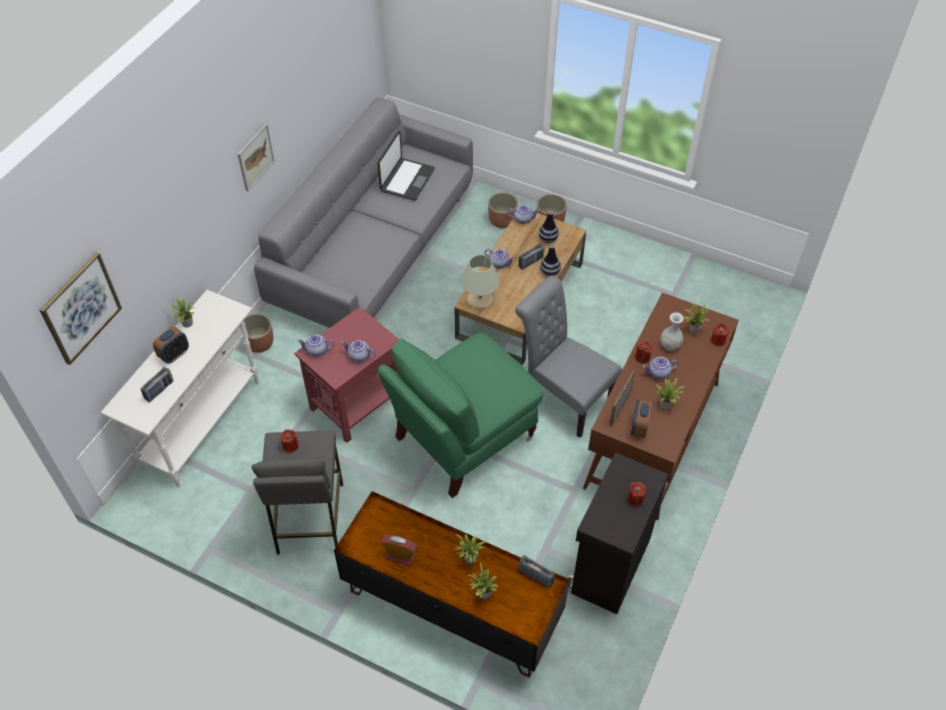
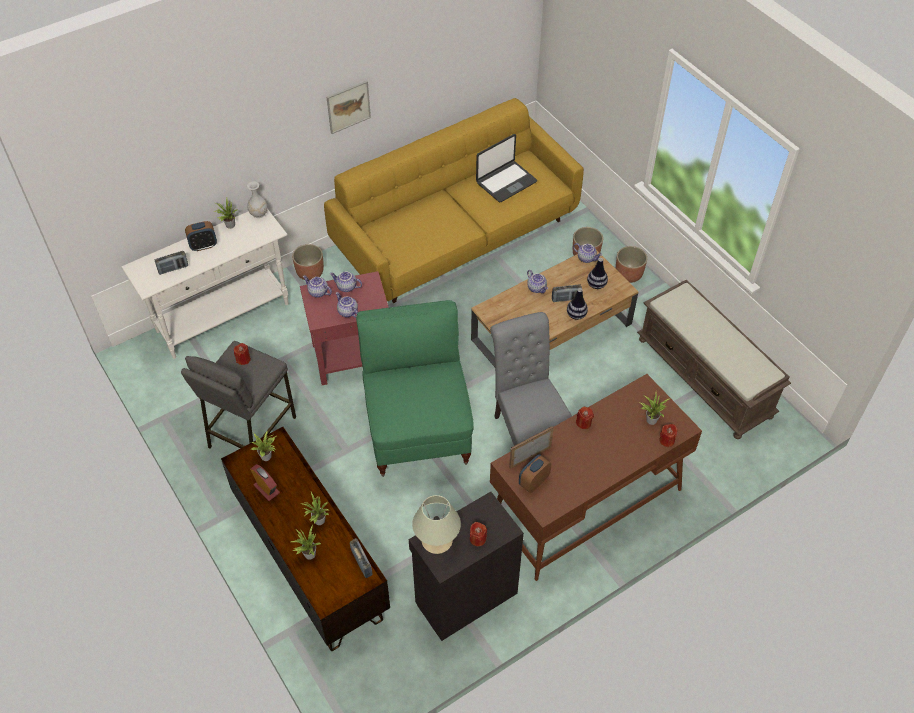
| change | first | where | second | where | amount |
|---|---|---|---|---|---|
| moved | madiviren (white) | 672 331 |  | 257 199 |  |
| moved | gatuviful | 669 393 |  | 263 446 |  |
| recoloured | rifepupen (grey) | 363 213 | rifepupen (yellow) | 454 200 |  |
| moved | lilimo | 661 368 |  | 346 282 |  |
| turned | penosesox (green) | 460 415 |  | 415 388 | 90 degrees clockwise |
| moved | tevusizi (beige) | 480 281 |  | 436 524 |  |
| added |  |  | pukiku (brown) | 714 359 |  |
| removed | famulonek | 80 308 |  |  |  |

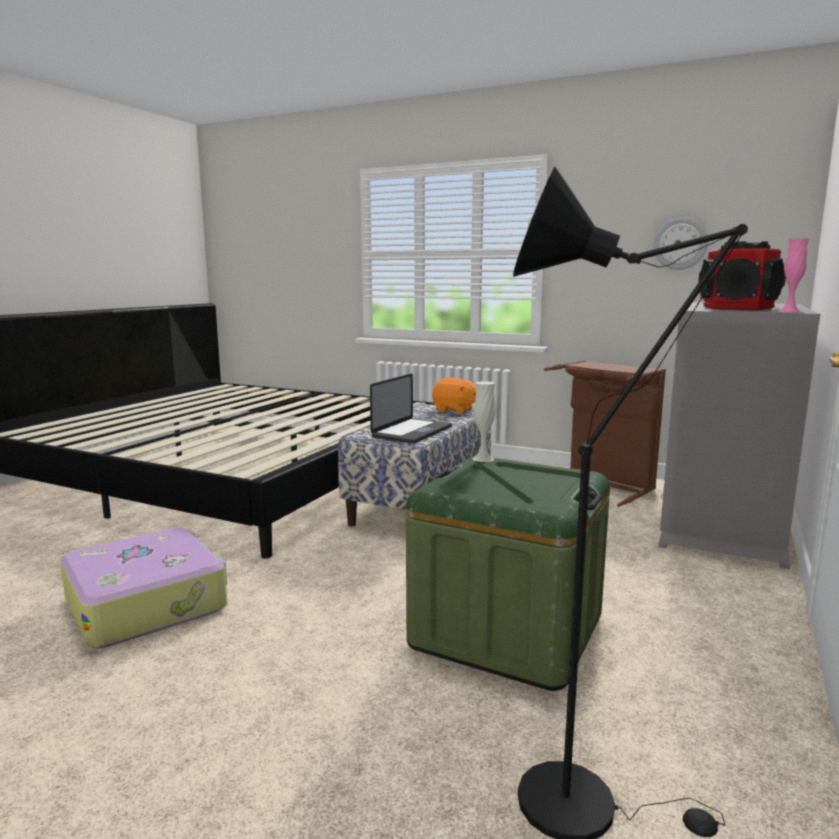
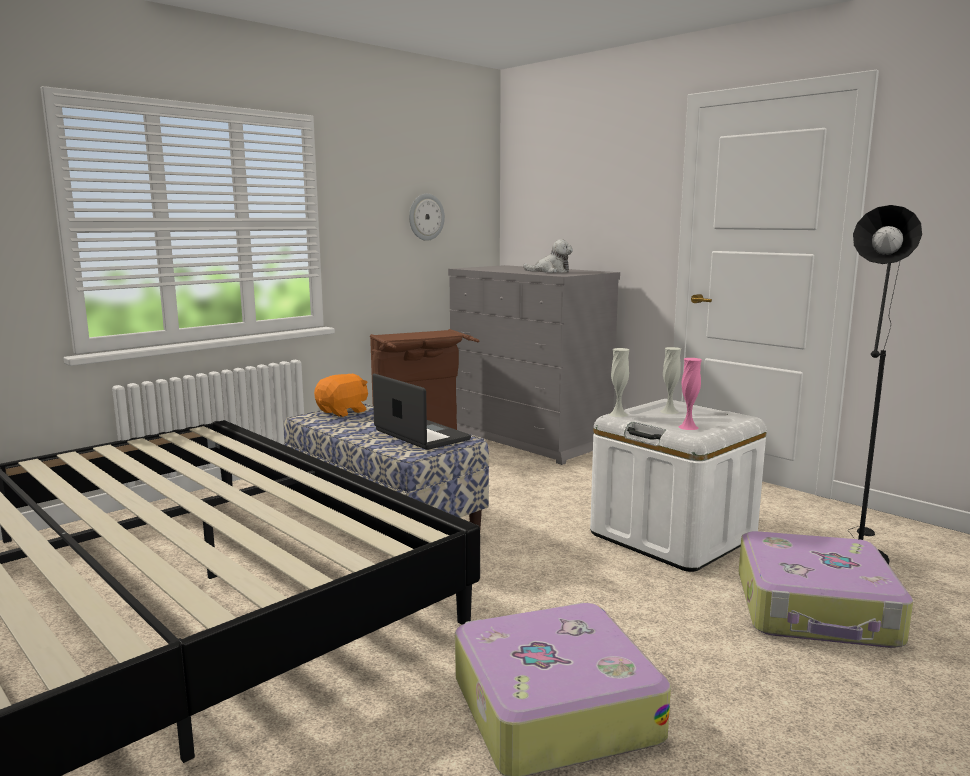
| change | first | where | second | where | amount |
|---|---|---|---|---|---|
| replaced | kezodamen | 742 275 | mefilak | 548 256 |  |
| recoloured | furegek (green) | 508 573 | furegek (white) | 678 485 |  |
| added |  |  | madiviren (white) | 670 380 |  |
| moved | madiviren (pink) | 793 275 |  | 690 394 |  |
| added |  |  | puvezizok | 826 589 |  |

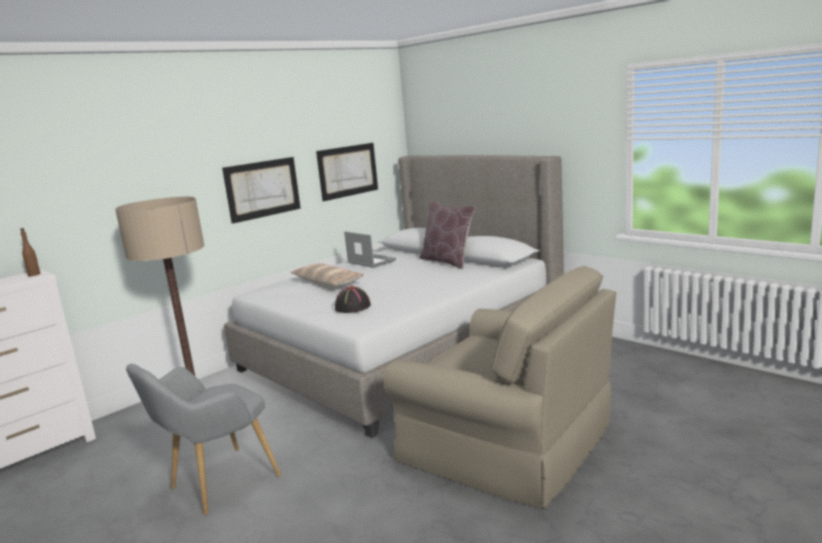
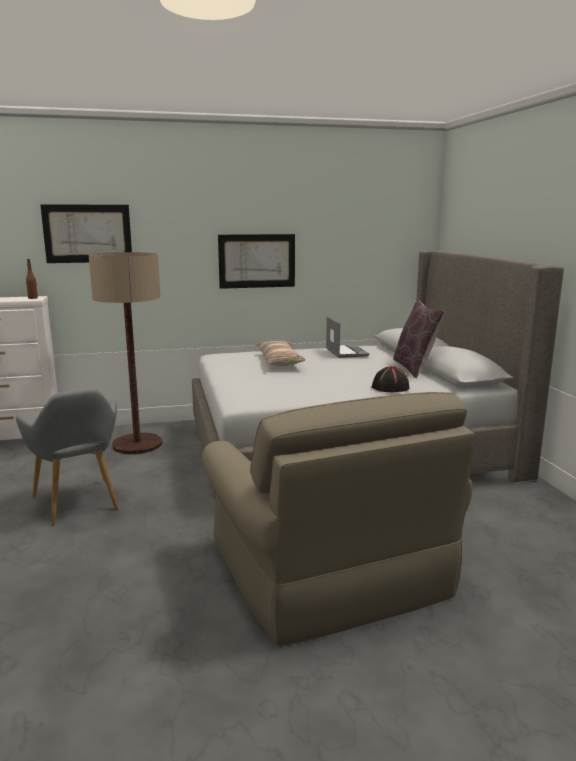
| change | first | where | second | where | amount |
|---|---|---|---|---|---|
| turned | penosesox (grey) | 203 439 |  | 67 456 | 105 degrees counterclockwise |
| moved | famulonek | 347 172 |  | 86 233 |  |
| moved | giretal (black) | 353 299 |  | 390 379 |  |

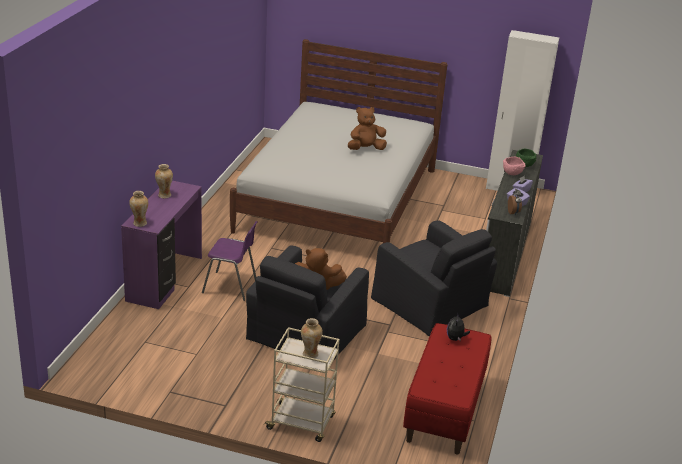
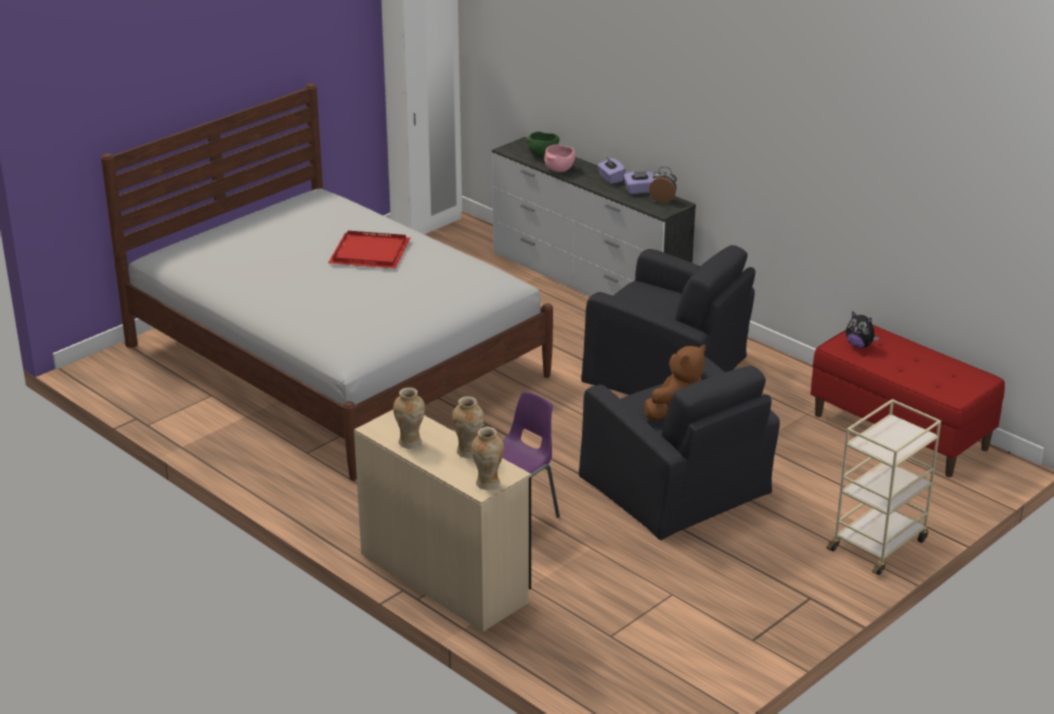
| change | first | where | second | where | amount |
|---|---|---|---|---|---|
| replaced | mefilak (brown) | 367 128 | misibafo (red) | 369 250 |  |
| recoloured | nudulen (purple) | 161 245 | nudulen (beige) | 442 521 |  |
| moved | madiviren | 312 338 |  | 468 427 |  |
| turned | penosesox (black) | 434 278 |  | 668 320 | 45 degrees clockwise |

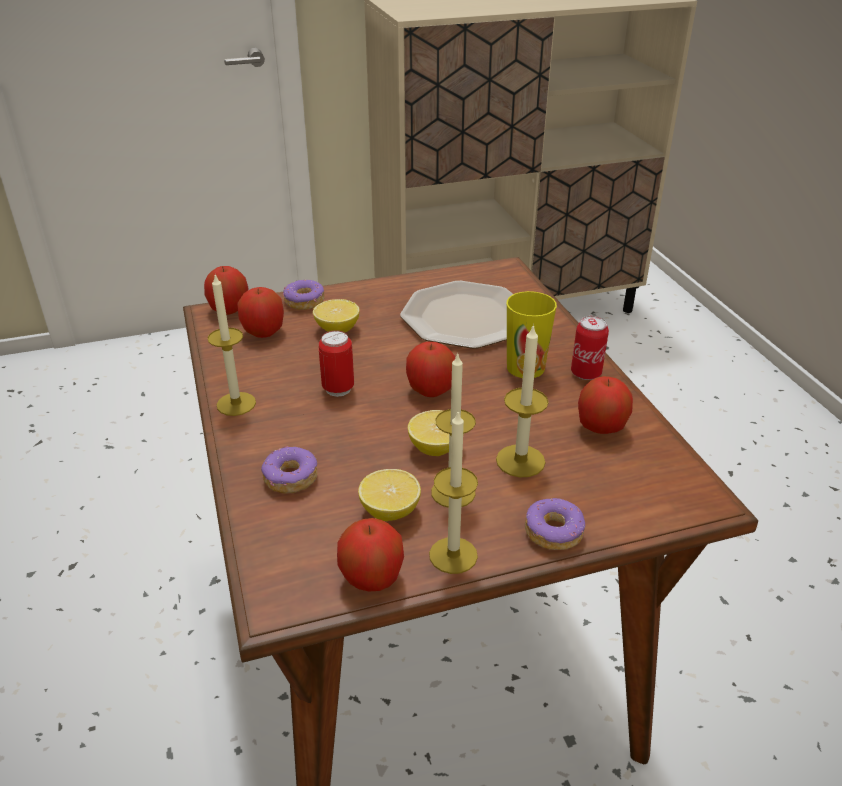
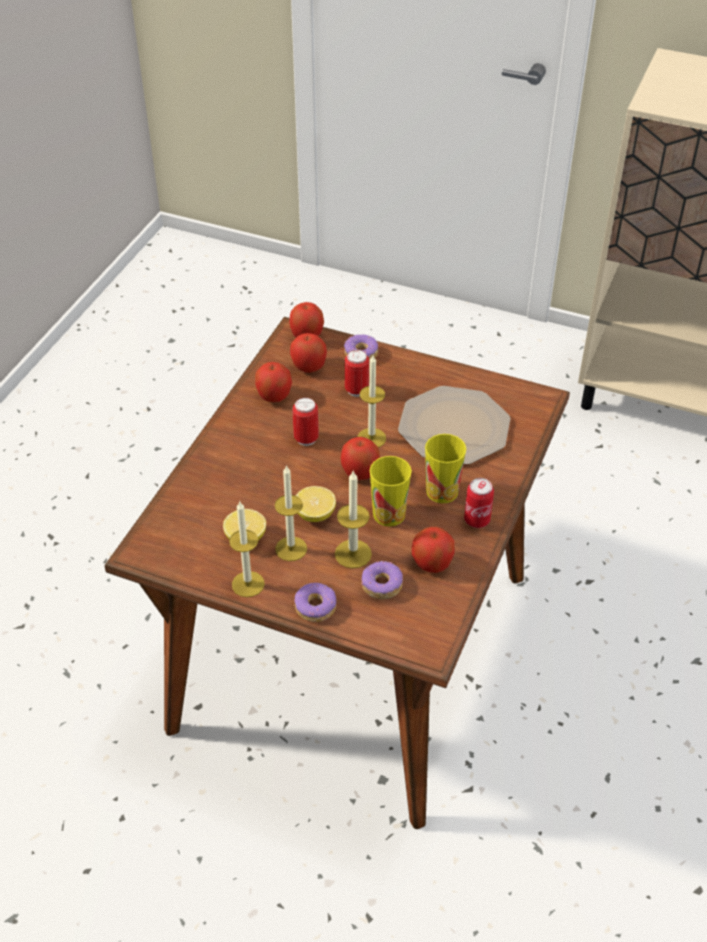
| change | first | where | second | where | amount |
|---|---|---|---|---|---|
| moved | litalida | 370 554 |  | 273 382 |  |
| replaced | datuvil | 336 315 | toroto | 357 373 |  |
| moved | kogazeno | 232 345 |  | 371 401 |  |
| moved | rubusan | 289 470 |  | 382 579 |  |
| added |  |  | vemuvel | 390 491 |  |

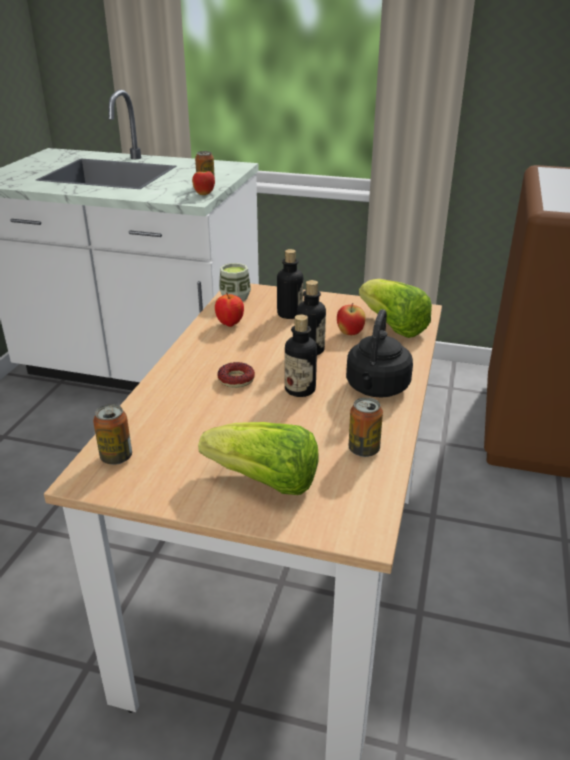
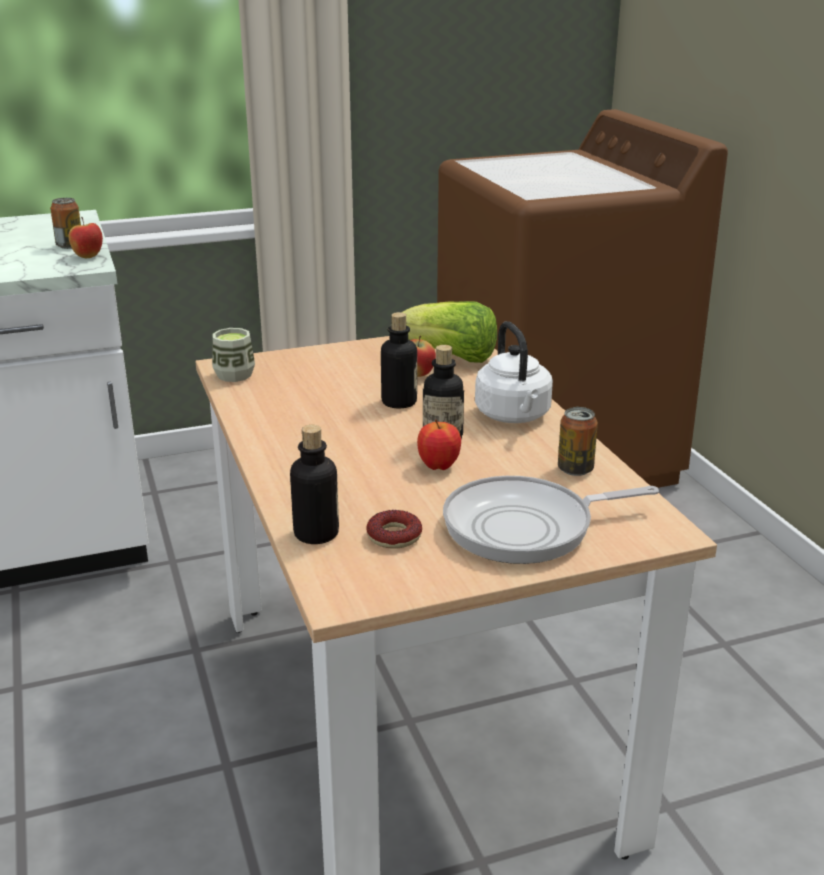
| change | first | where | second | where | amount |
|---|---|---|---|---|---|
| moved | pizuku | 290 284 |  | 314 484 |  |
| moved | rubusan | 236 375 |  | 394 529 |  |
| moved | litalida | 229 309 |  | 439 445 |  |
| replaced | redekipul | 258 458 | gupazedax | 551 520 |  |
| recoloured | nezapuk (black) | 379 353 | nezapuk (white) | 514 372 |  |
| removed | toroto | 112 434 |  |  |  |

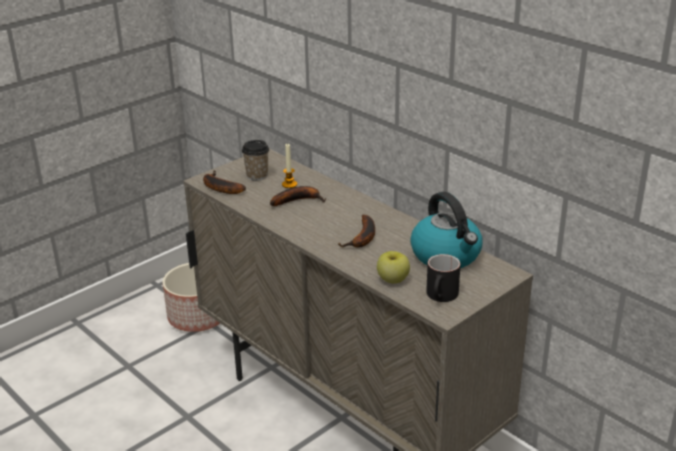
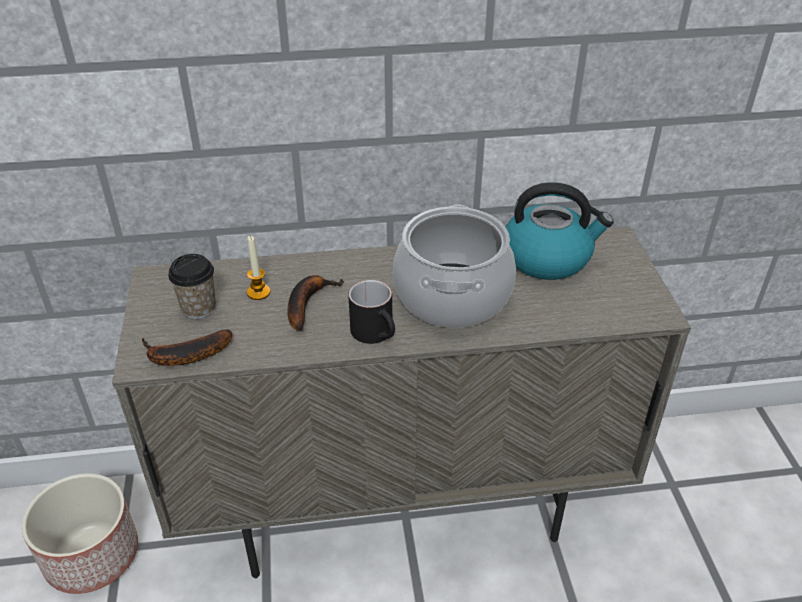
| change | first | where | second | where | amount |
|---|---|---|---|---|---|
| moved | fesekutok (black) | 443 278 |  | 371 312 |  |
| replaced | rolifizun | 356 231 | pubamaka | 454 266 |  |
| removed | litalida | 393 267 |  |  |  |

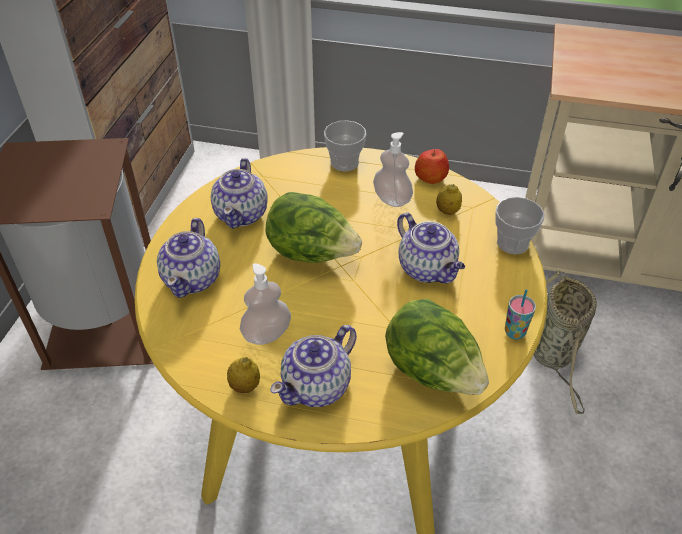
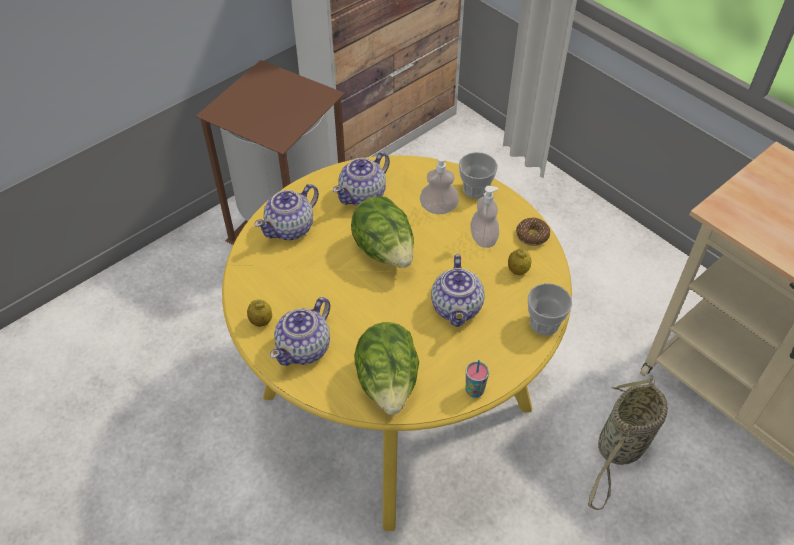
| change | first | where | second | where | amount |
|---|---|---|---|---|---|
| turned | lilimo | 313 366 |  | 300 331 | 45 degrees counterclockwise |
| moved | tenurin | 265 304 |  | 439 183 |  |
| replaced | litalida | 432 166 | rubusan | 533 232 |  |

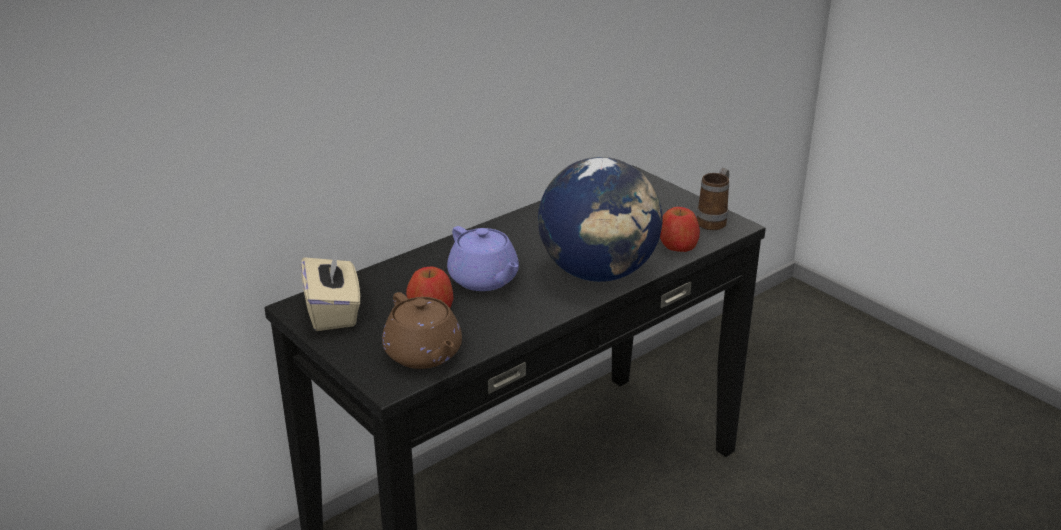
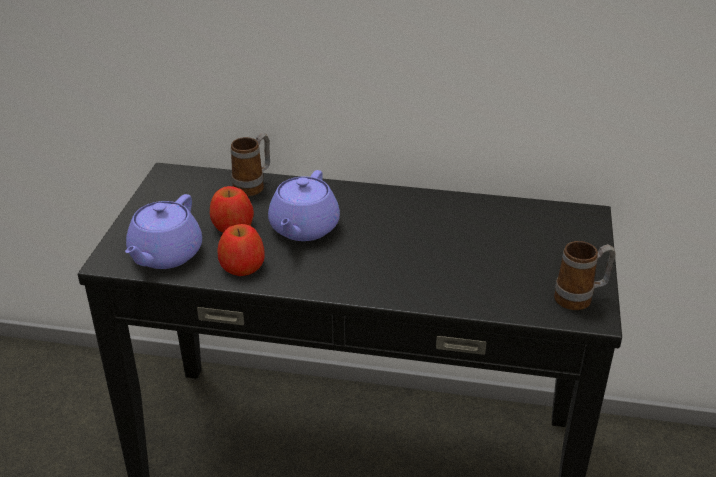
| change | first | where | second | where | amount |
|---|---|---|---|---|---|
| recoloured | lilimo (brown) | 422 330 | lilimo (purple) | 163 231 |  |
| moved | litalida | 680 229 |  | 241 250 |  |
| added |  |  | fesekutok | 250 164 |  |
| removed | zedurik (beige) | 330 291 |  |  |  |
| removed | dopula | 600 219 |  |  |  |

